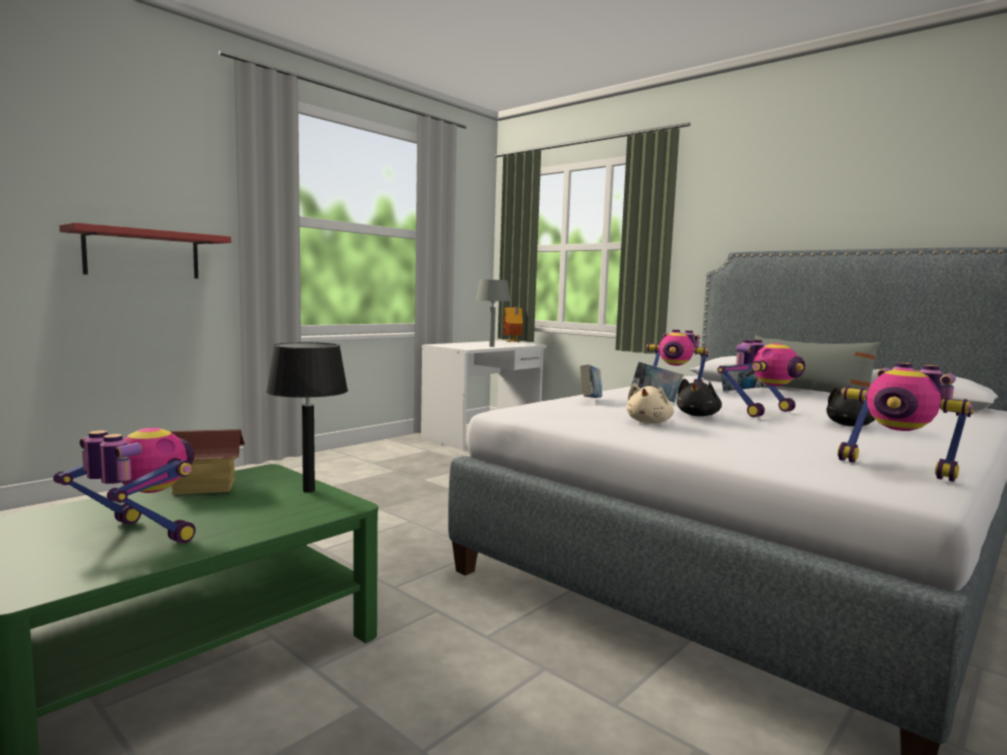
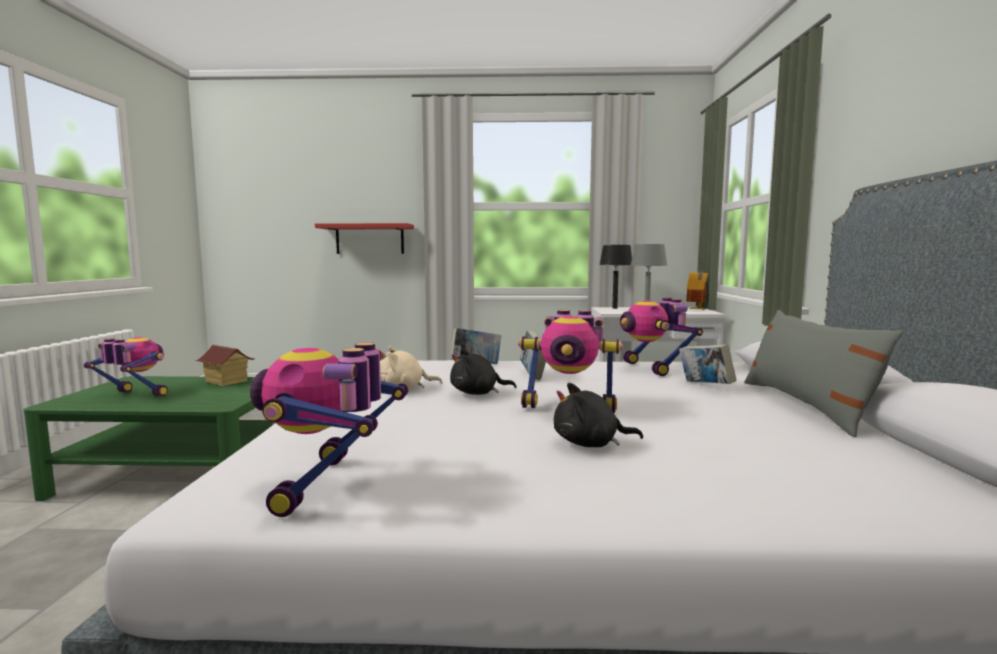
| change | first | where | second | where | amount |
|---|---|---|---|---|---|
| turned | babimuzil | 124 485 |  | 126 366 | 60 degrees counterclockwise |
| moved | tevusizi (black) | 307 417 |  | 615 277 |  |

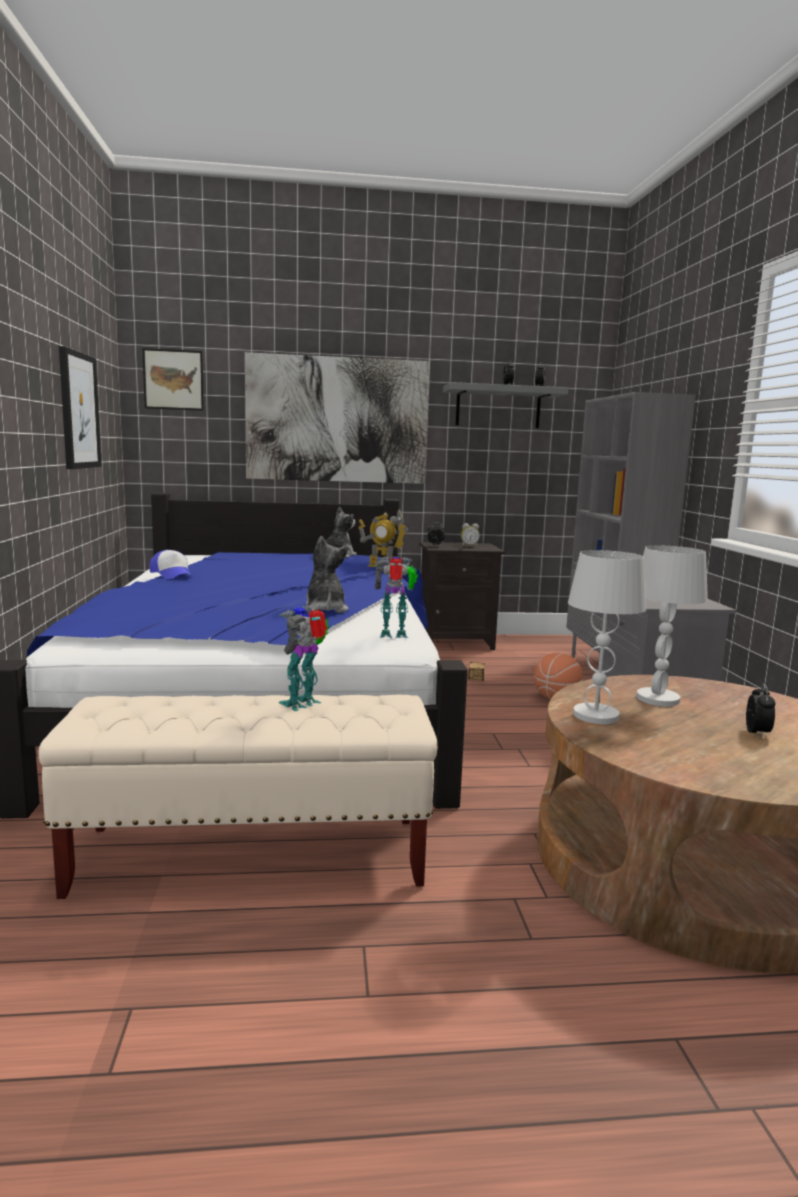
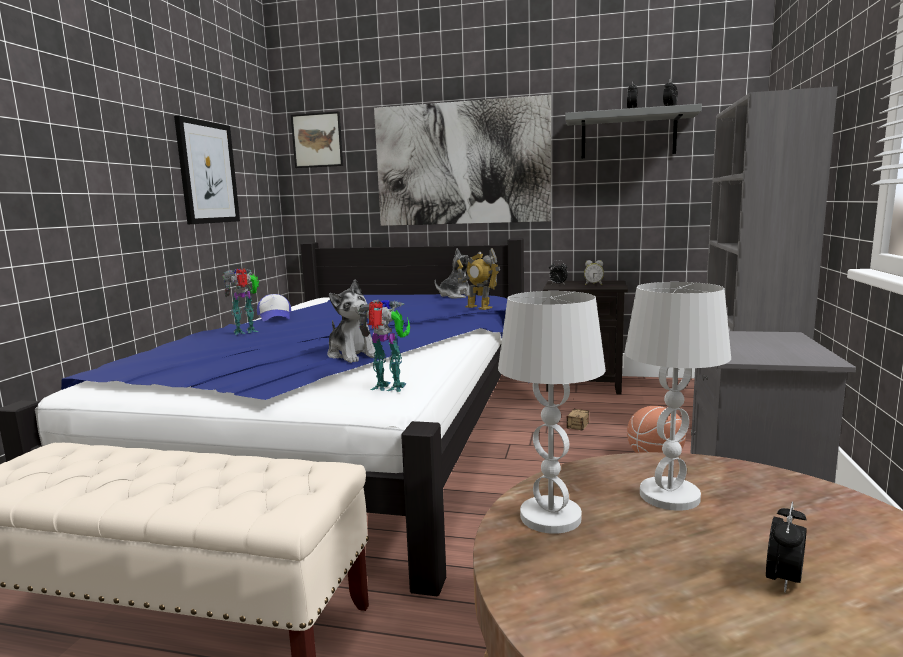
| change | first | where | second | where | amount |
|---|---|---|---|---|---|
| moved | babimuzil | 303 658 |  | 240 301 |  |
| turned | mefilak | 325 574 |  | 351 321 | 135 degrees clockwise |

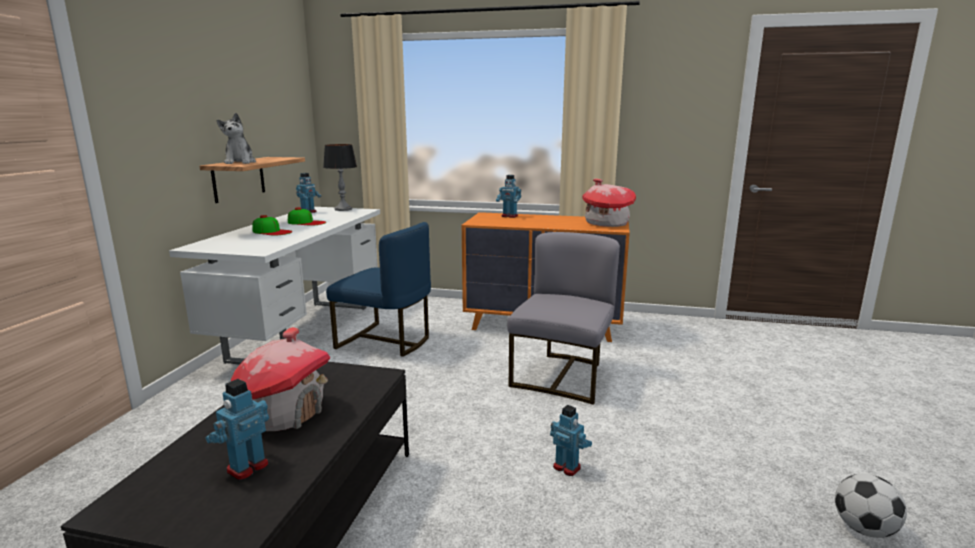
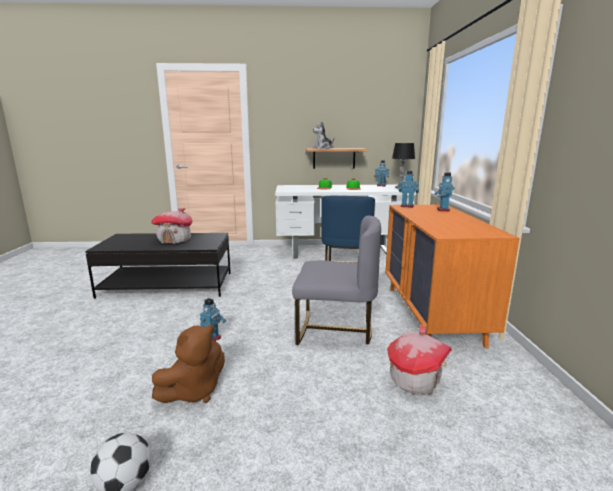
| change | first | where | second | where | amount |
|---|---|---|---|---|---|
| added |  |  | mefilak (brown) | 188 364 |  |
| moved | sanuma | 609 203 |  | 419 360 |  |
| moved | babimuzil | 237 430 |  | 408 189 |  |

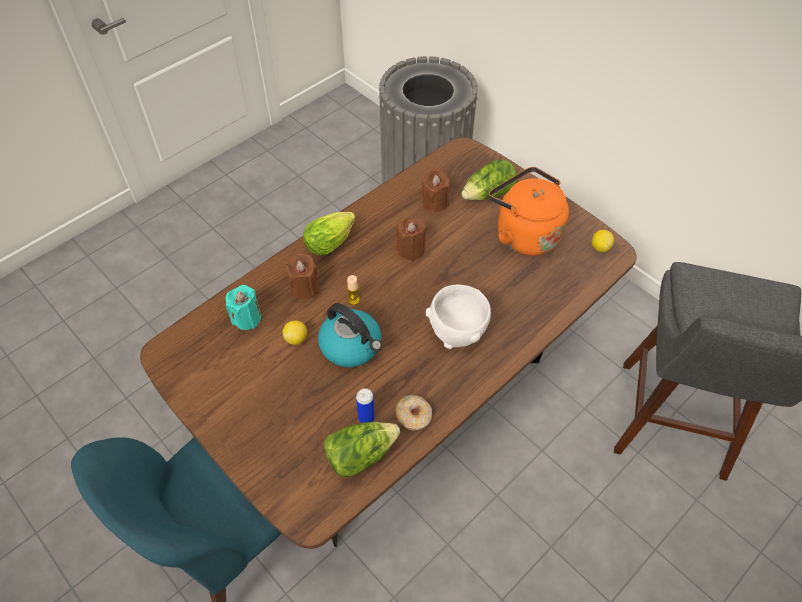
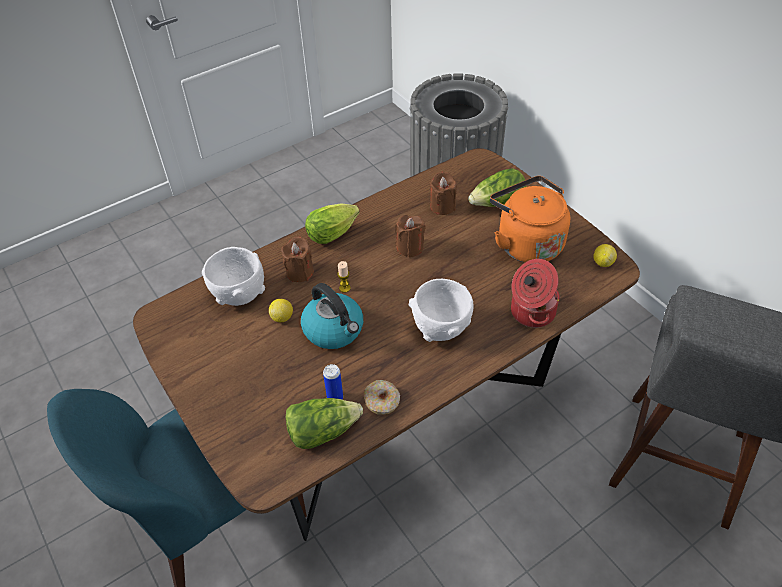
| change | first | where | second | where | amount |
|---|---|---|---|---|---|
| replaced | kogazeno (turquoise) | 243 307 | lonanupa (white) | 233 276 |  |
| added |  |  | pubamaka | 536 293 |  |

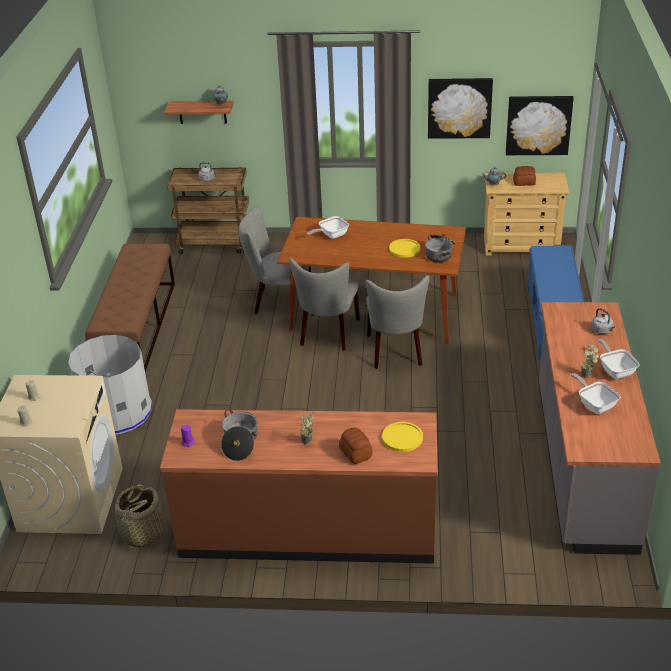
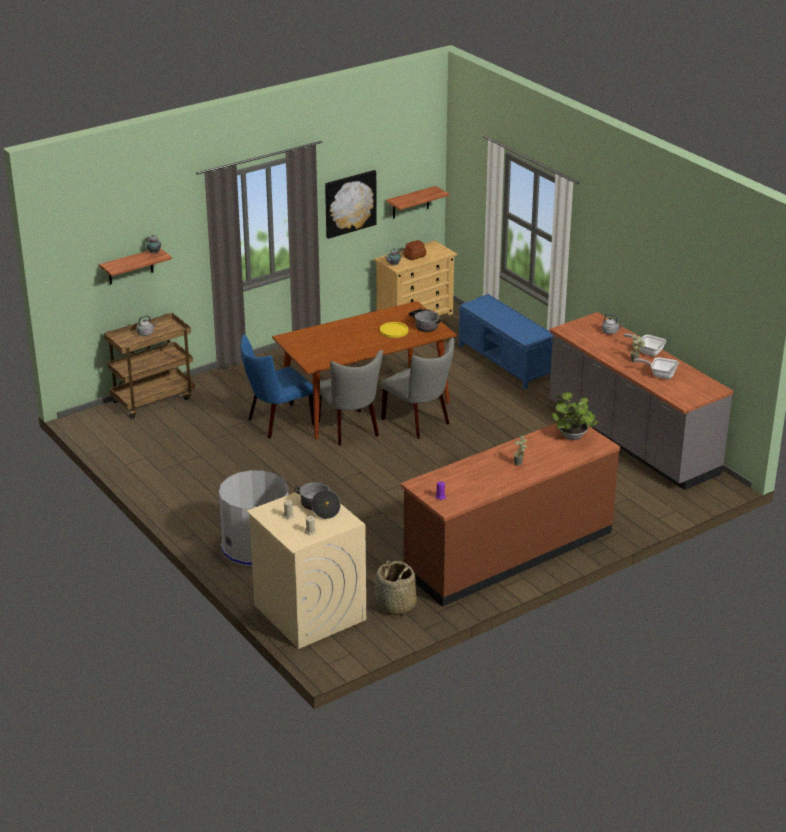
| change | first | where | second | where | amount |
|---|---|---|---|---|---|
| recoloured | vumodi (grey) | 274 259 | vumodi (blue) | 277 386 |  |
| moved | pubamaka | 239 435 |  | 317 500 |  |
| replaced | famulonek | 540 125 | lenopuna | 417 202 |  |
| replaced | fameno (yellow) | 402 437 | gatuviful | 575 416 |  |
| removed | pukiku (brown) | 130 308 |  |  |  |
| removed | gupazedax | 328 227 |  |  |  |
| removed | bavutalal | 356 445 |  |  |  |

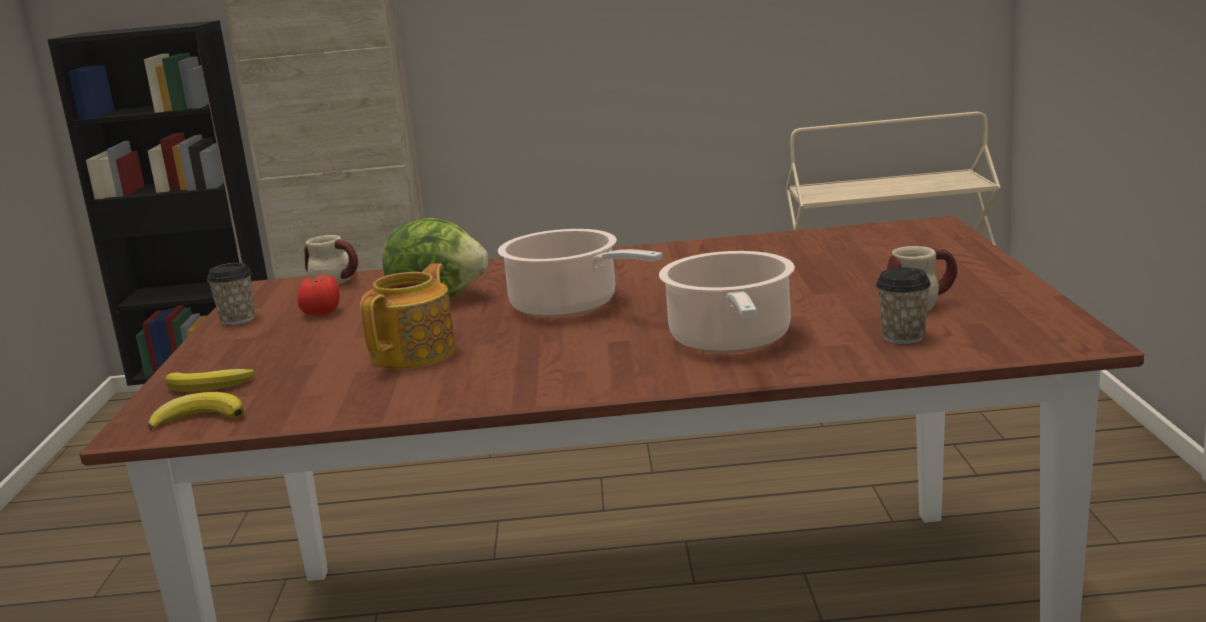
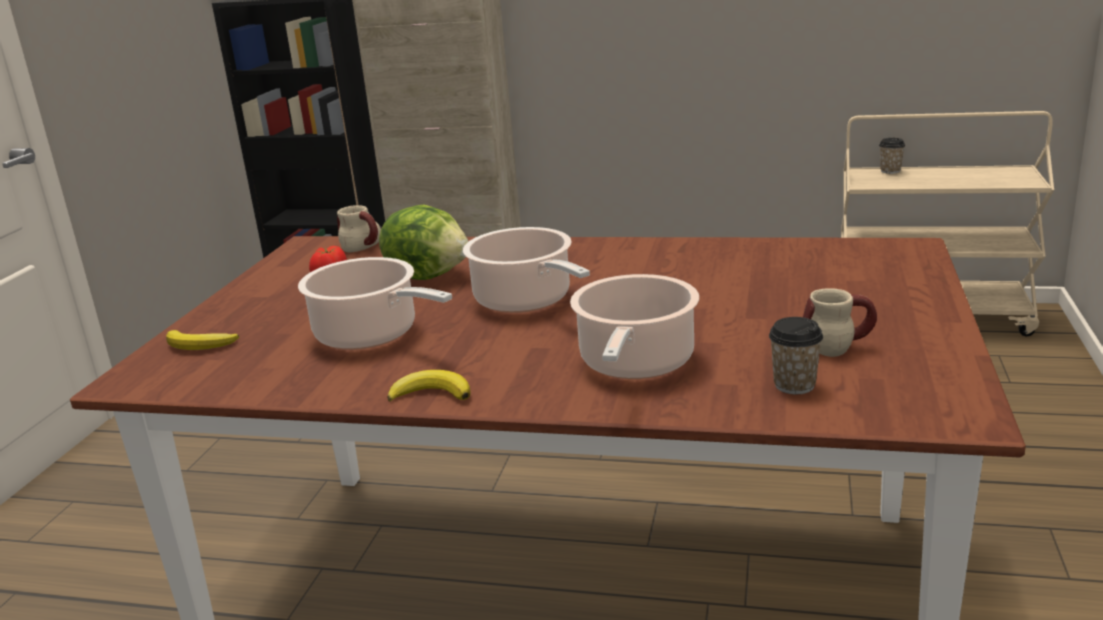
| change | first | where | second | where | amount |
|---|---|---|---|---|---|
| replaced | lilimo | 408 316 | pubamaka | 375 303 |  |
| moved | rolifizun | 196 411 |  | 429 386 |  |
| moved | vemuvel | 231 293 |  | 892 156 |  |

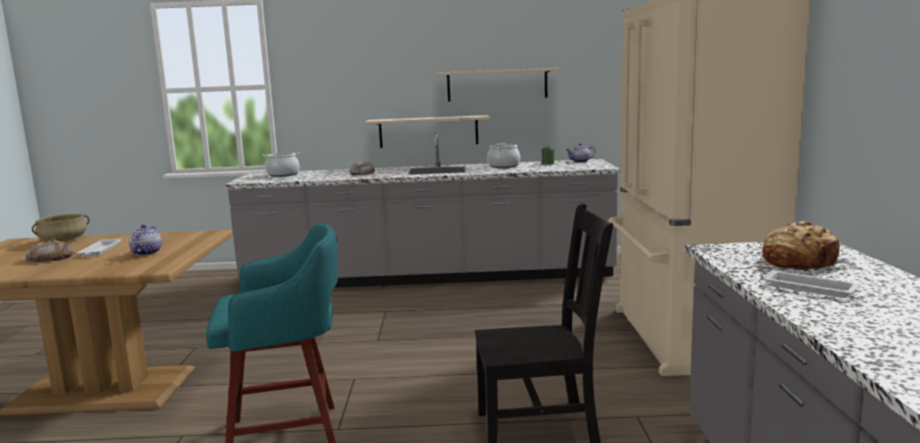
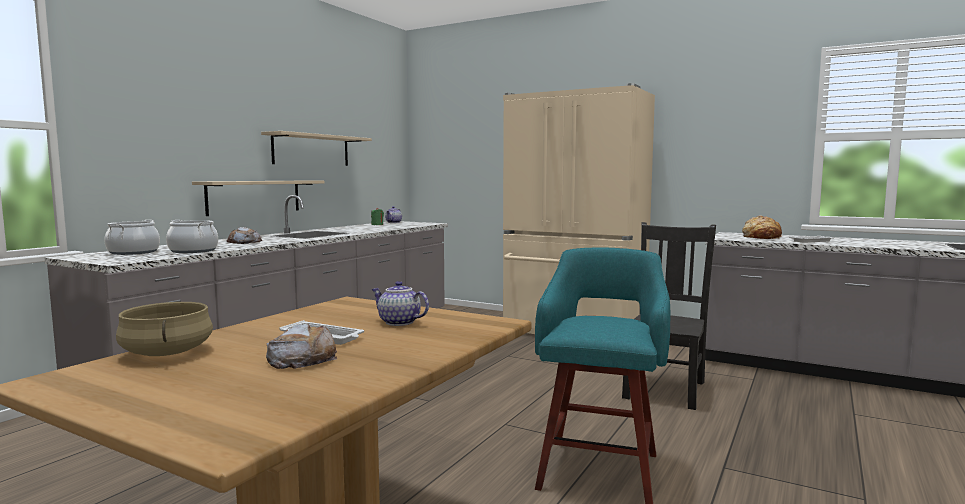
| change | first | where | second | where | amount |
|---|---|---|---|---|---|
| moved | pubamaka | 503 155 |  | 192 236 |  |

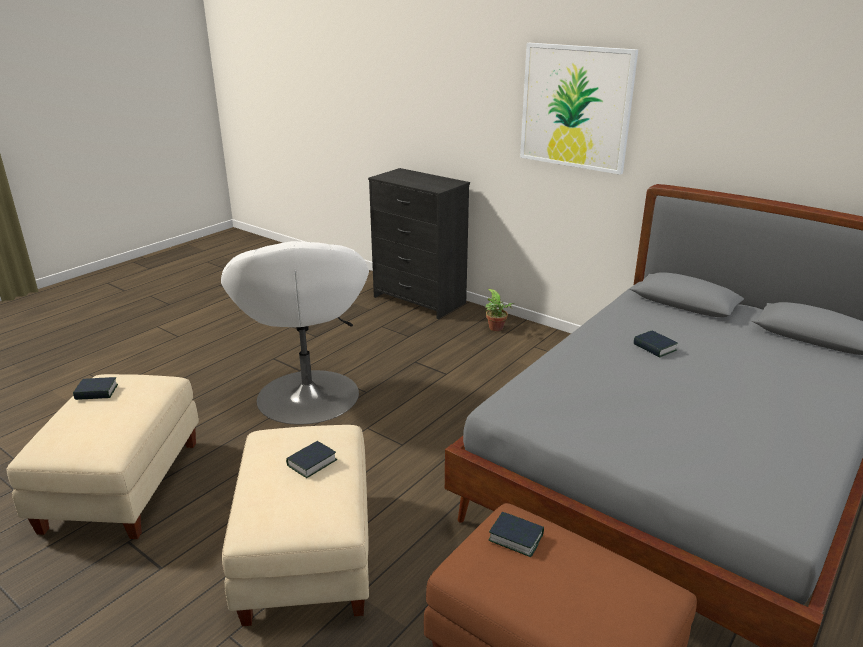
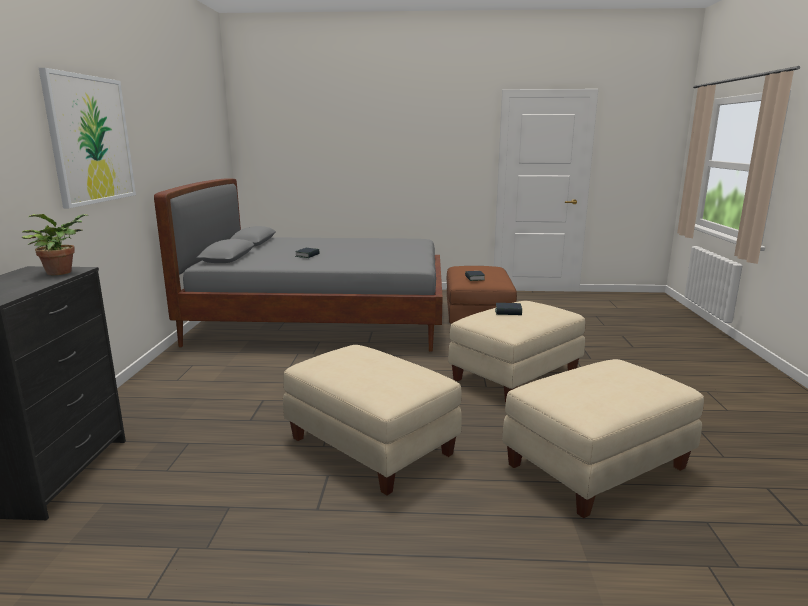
| change | first | where | second | where | amount |
|---|---|---|---|---|---|
| moved | gatuviful | 500 310 |  | 55 244 |  |
| replaced | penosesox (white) | 295 332 | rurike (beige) | 372 420 |  |
| removed | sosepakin | 95 388 |  |  |  |

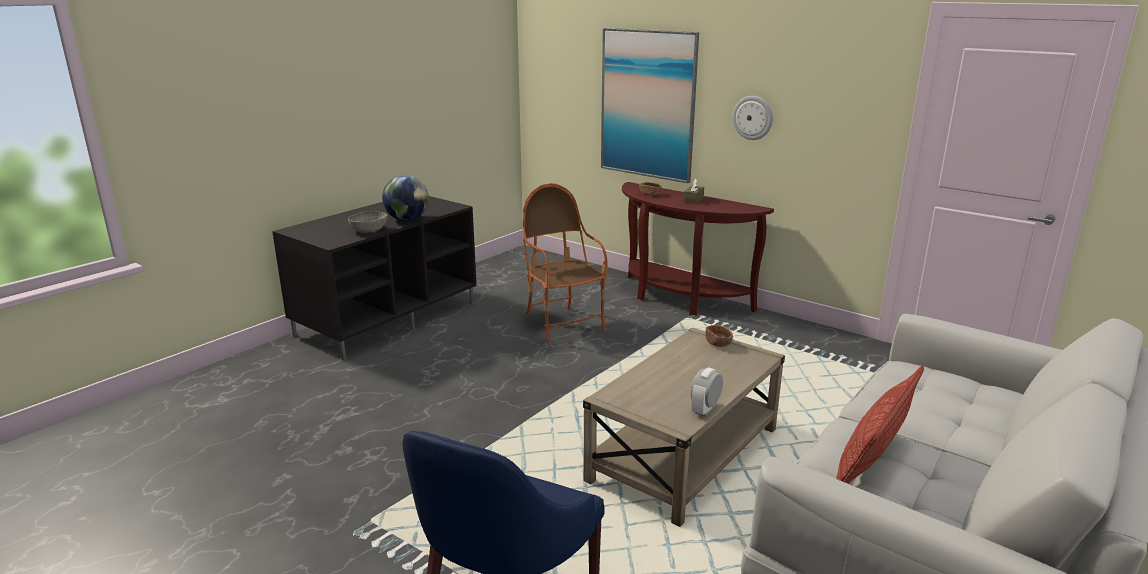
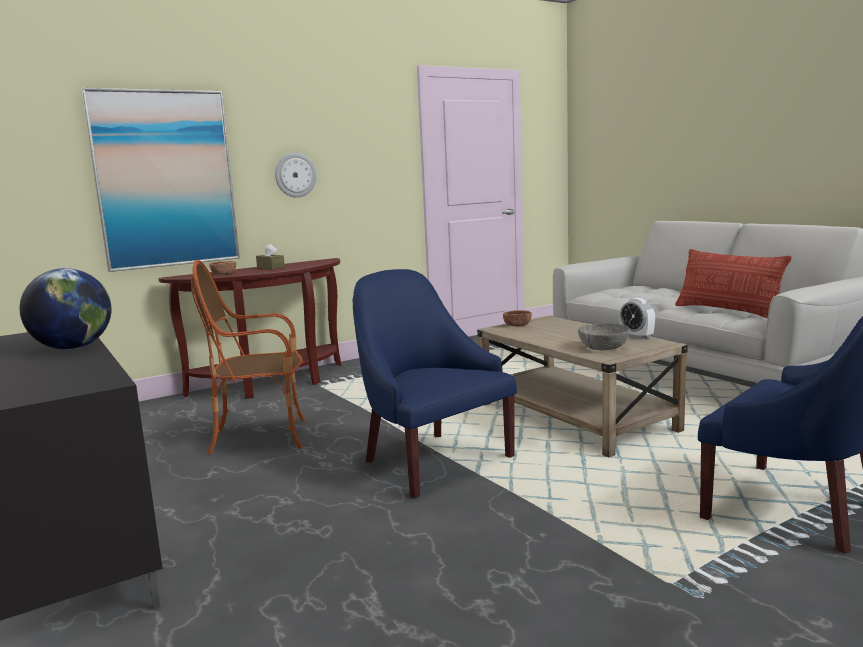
| change | first | where | second | where | amount |
|---|---|---|---|---|---|
| added |  |  | penosesox (blue) | 435 383 |  |
| moved | lonanupa (grey) | 368 222 |  | 604 336 |  |

